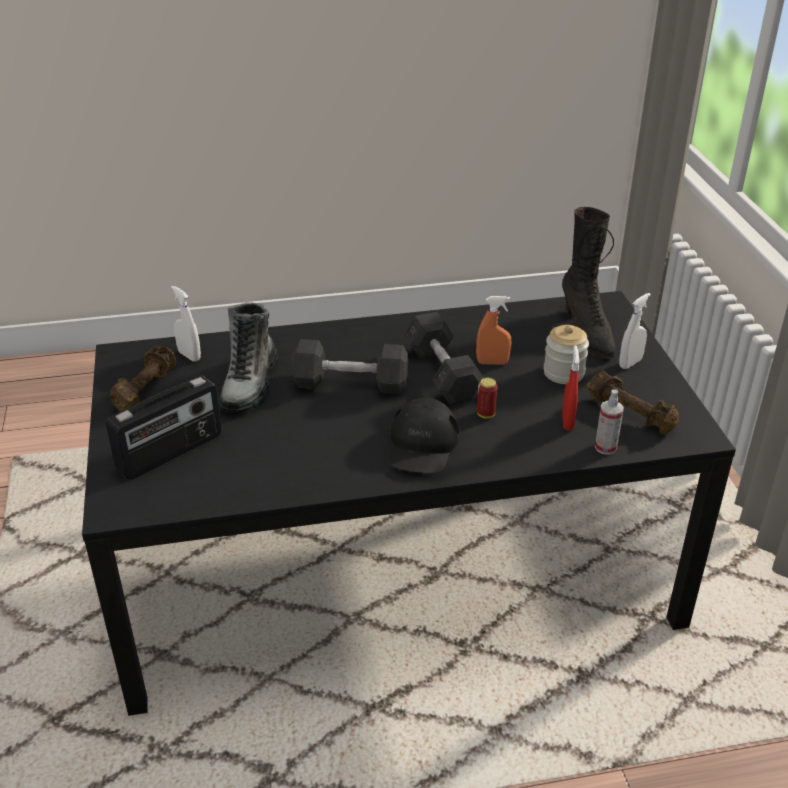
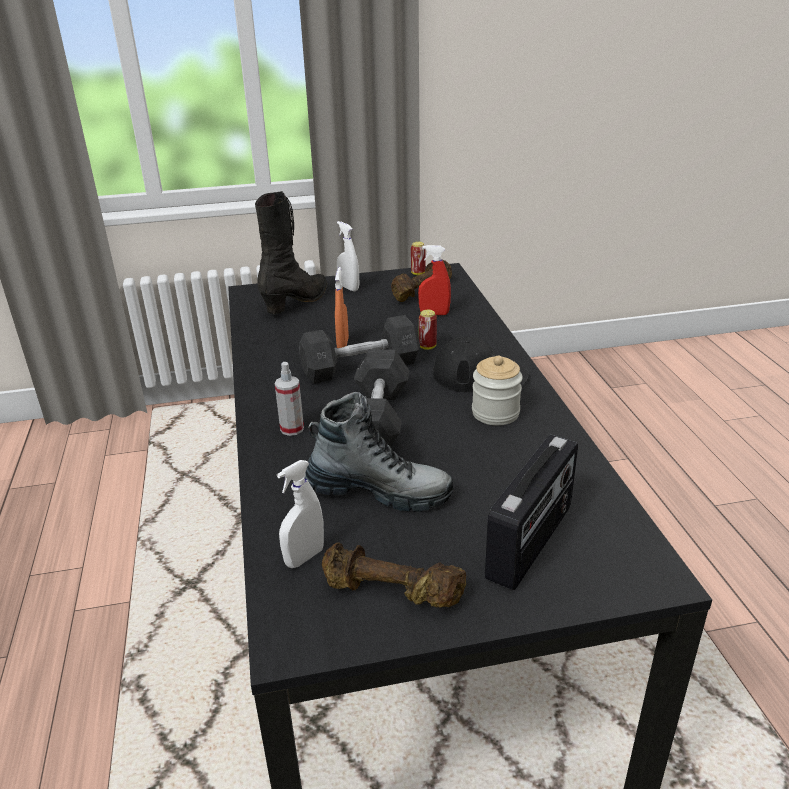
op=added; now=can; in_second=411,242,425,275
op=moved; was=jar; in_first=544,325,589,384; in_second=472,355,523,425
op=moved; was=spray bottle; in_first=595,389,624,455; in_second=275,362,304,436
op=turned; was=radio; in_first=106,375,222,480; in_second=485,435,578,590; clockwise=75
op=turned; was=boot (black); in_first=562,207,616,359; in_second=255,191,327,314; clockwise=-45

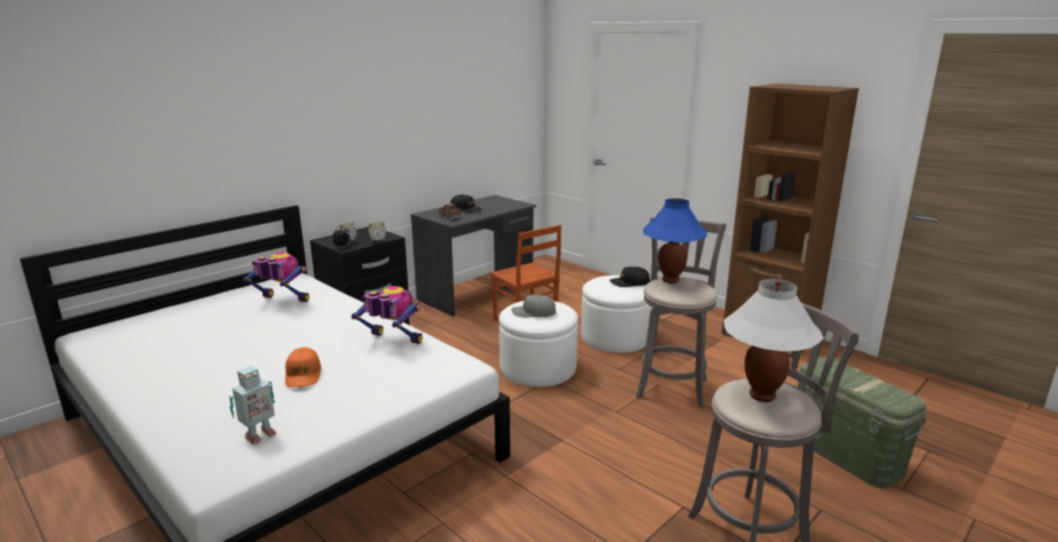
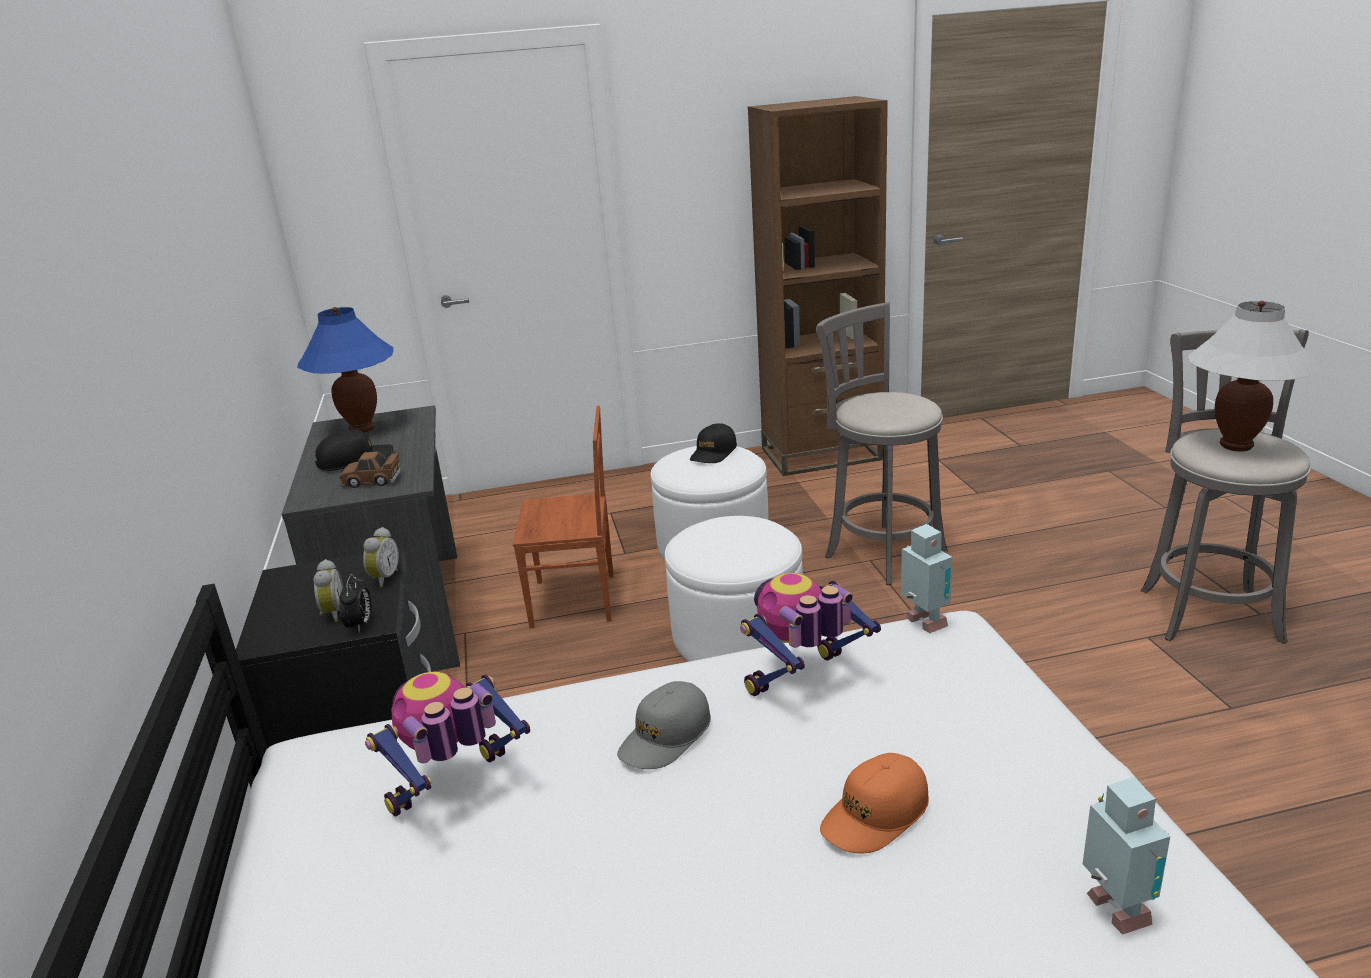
op=removed; was=storage box (green); in_first=797,357,927,489
op=added; now=toy robot; in_second=901,524,952,633
op=moved; was=cap (grey); in_first=511,295,556,318; in_second=617,681,711,769
op=moved; was=table lamp (blue); in_first=643,198,708,284; in_second=297,307,393,432
op=turned; was=cap (orange); in_first=285,347,321,388; in_second=820,753,929,853; clockwise=120

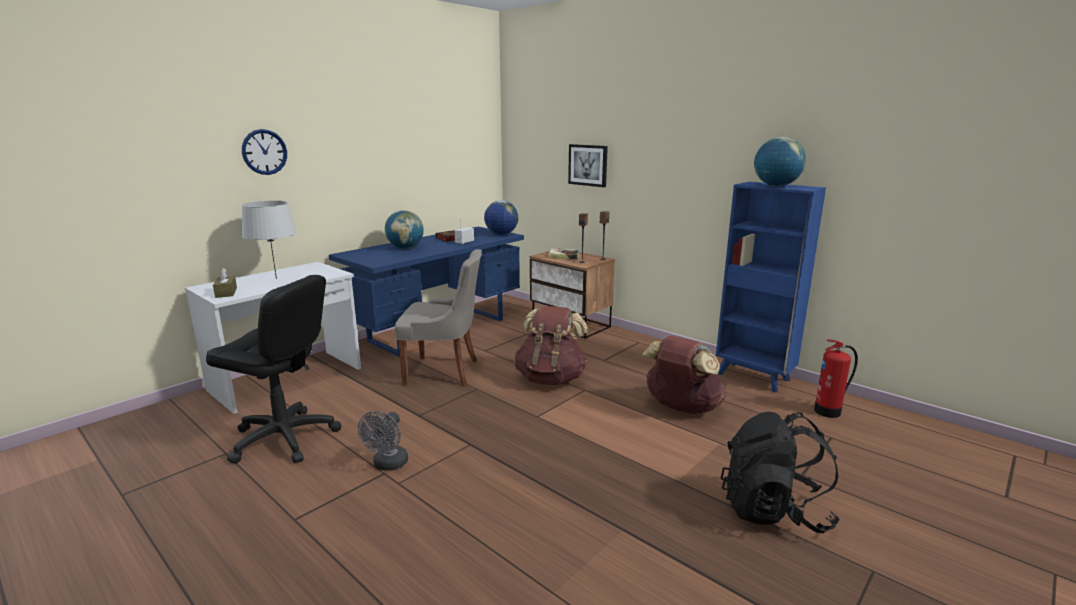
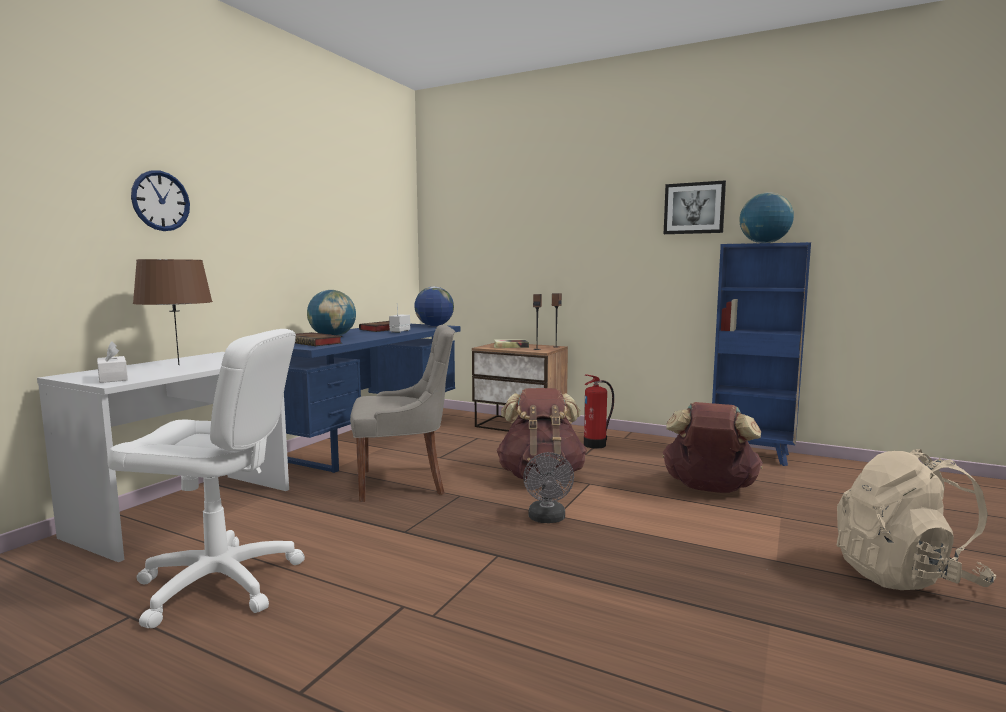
op=added; now=book; in_second=295,332,342,346
op=moved; was=fan (grey); in_first=358,411,408,471; in_second=523,452,574,523
op=moved; was=picture; in_first=568,144,608,187; in_second=664,180,726,234
op=moved; was=fire extinguisher; in_first=814,339,858,418; in_second=584,374,614,449
op=recoloured; was=office chair (black); now=office chair (white); in_first=206,275,341,464; in_second=107,329,305,629
op=recoloured; was=tissue box (brown); now=tissue box (white); in_first=213,268,237,298; in_second=97,341,128,383
op=recoloured; was=table lamp (grey); now=table lamp (brown); in_first=242,201,297,279; in_second=133,259,213,365
op=recoloured; was=backpack (black); now=backpack (beige); in_first=721,412,840,533; in_second=837,449,996,590

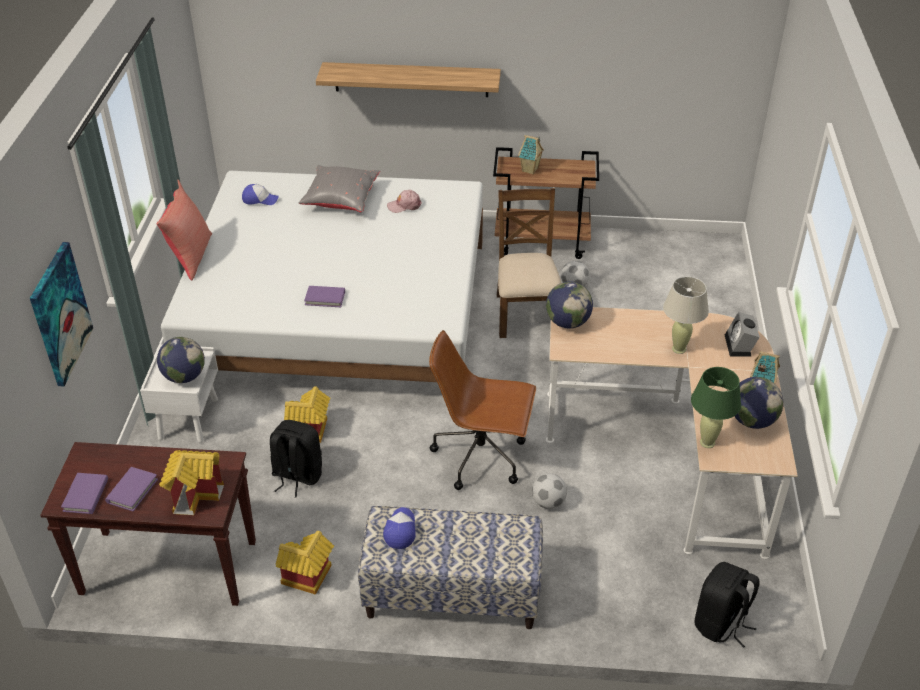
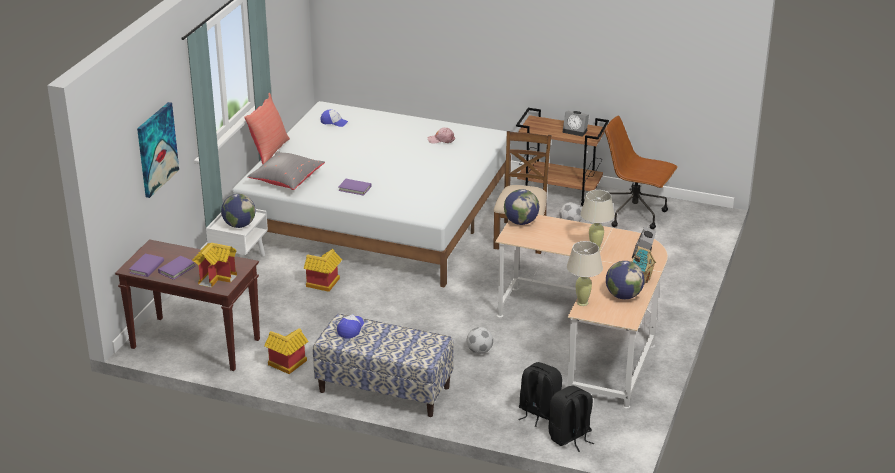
op=removed; was=shelf; in_first=316,62,501,97
op=removed; was=toy house; in_first=518,135,544,175
op=added; now=alarm clock; in_second=562,111,589,137
op=moved; was=backpack (black); in_first=270,420,322,497; in_second=518,362,562,427
op=moved; was=pillow (grey); in_first=299,165,380,212; in_second=248,151,325,190
op=moved; was=office chair (brown); in_first=429,330,536,490; in_second=605,116,678,229
op=recoloured; was=table lamp (green); now=table lamp (beige); in_first=691,367,741,448; in_second=567,241,603,306

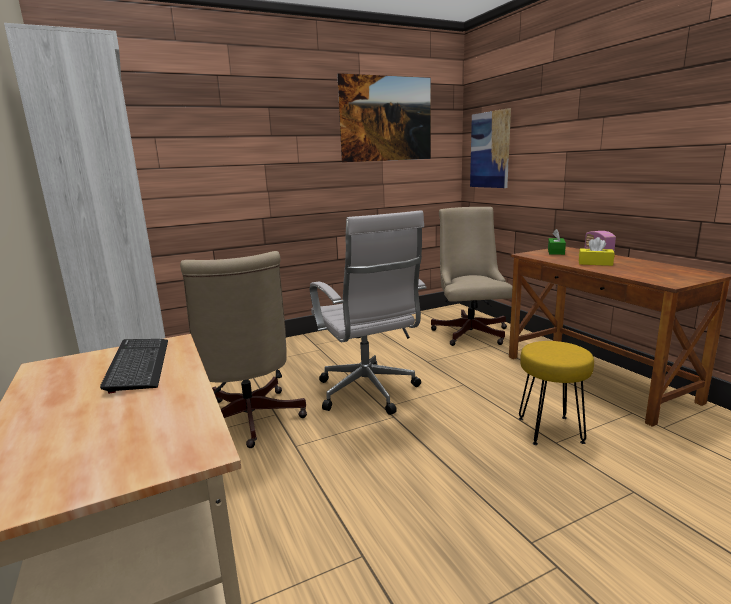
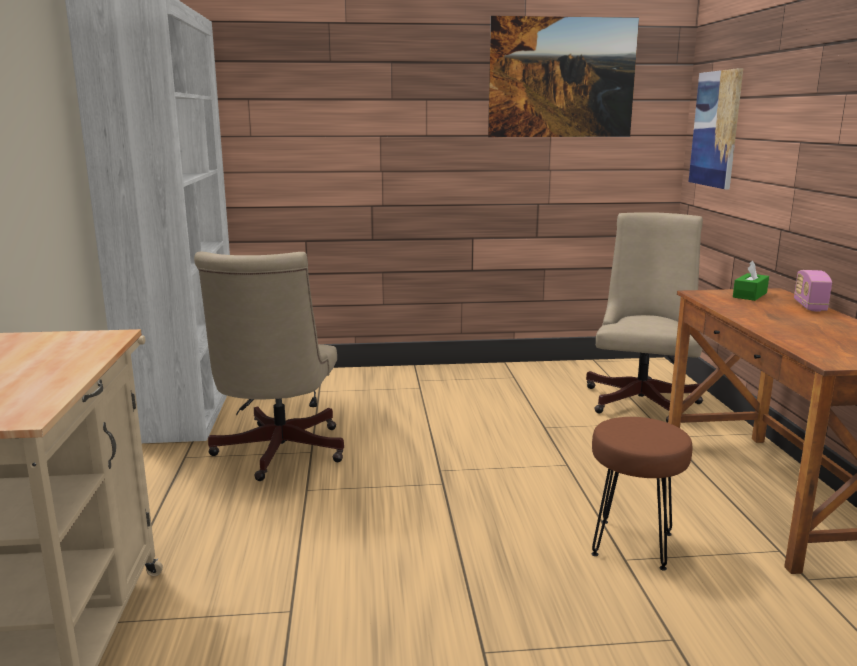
op=removed; was=keyboard; in_first=100,339,168,394
op=removed; was=office chair (white); in_first=310,210,427,415
op=removed; was=tissue box (yellow); in_first=579,237,615,266
op=recoloured; was=stool (yellow); now=stool (brown); in_first=519,341,594,445; in_second=592,417,692,571

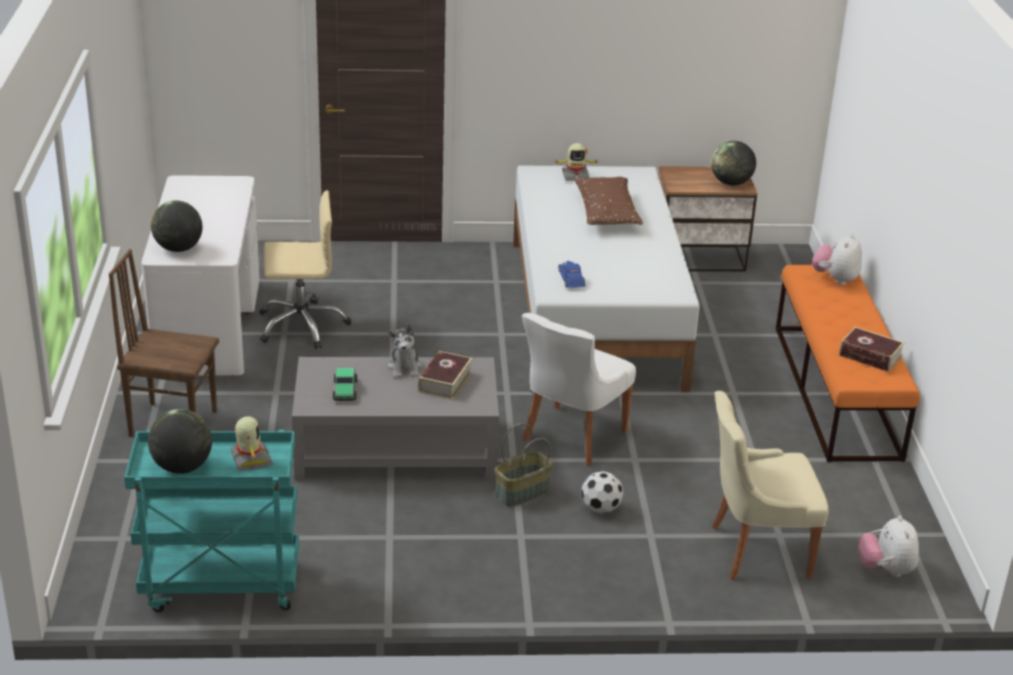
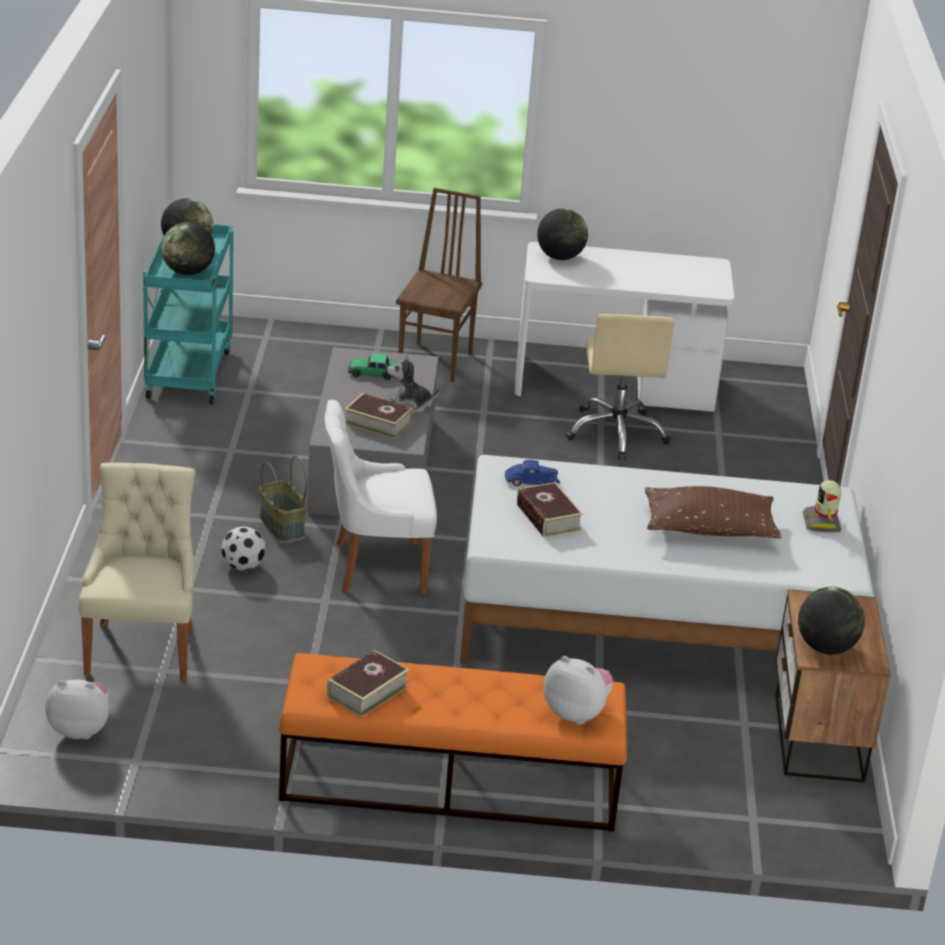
op=added; now=book; in_second=517,482,583,537
op=replaced; was=toy robot; now=globe; in_first=231,416,273,471; in_second=161,222,215,275
op=turned; was=chair (white); in_first=522,313,636,466; in_second=325,400,437,594; clockwise=-45

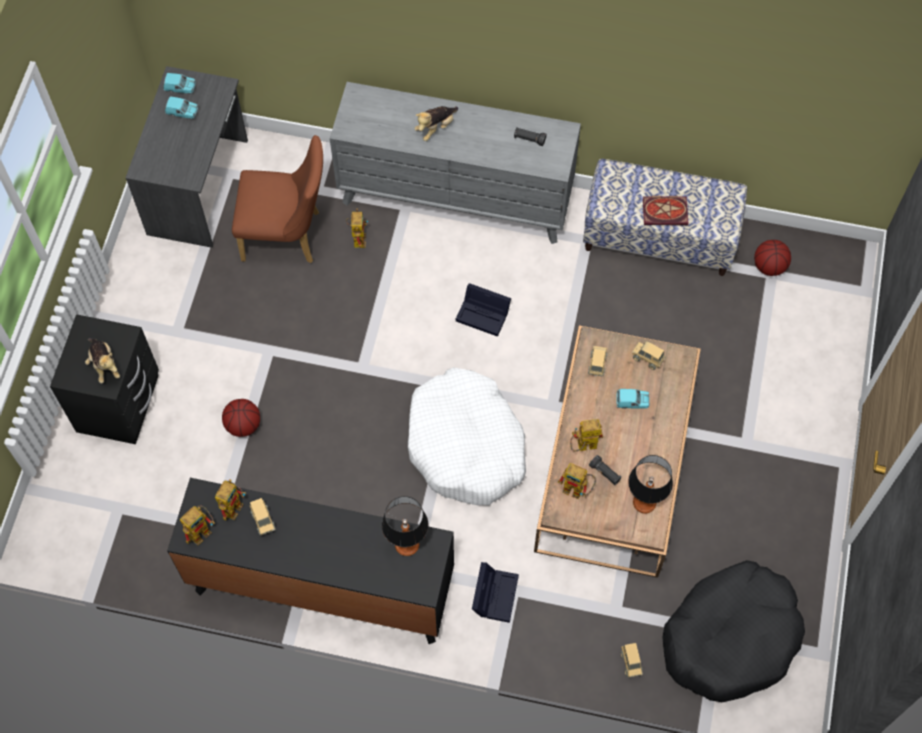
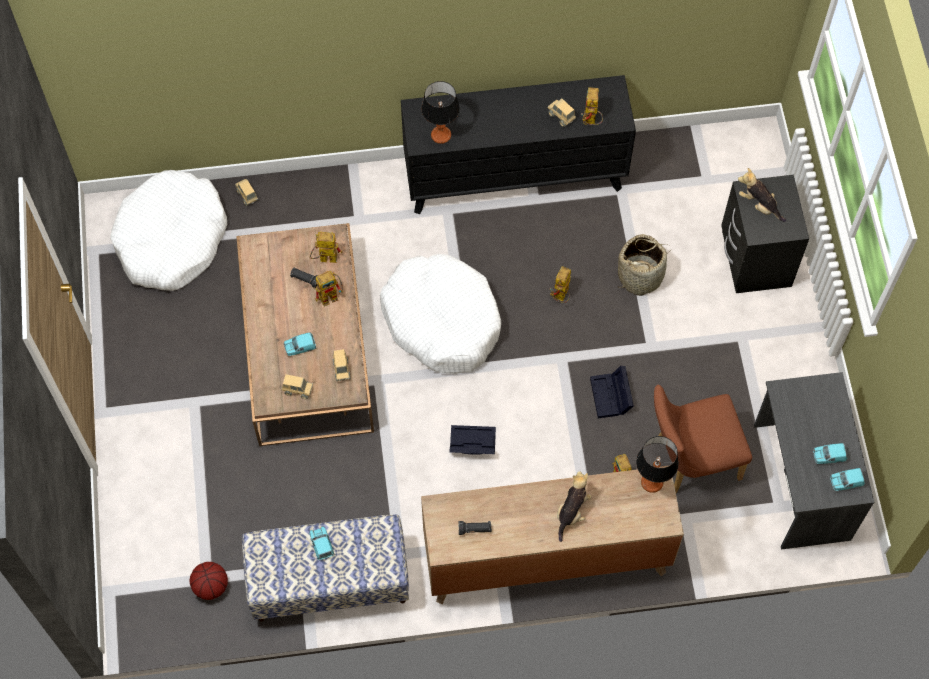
op=moved; was=toy robot; in_first=180,505,215,546; in_second=550,266,571,303
op=moved; was=storage box (black); in_first=472,562,519,623; in_second=590,366,634,418
op=moved; was=table lamp; in_first=628,455,673,514; in_second=636,436,679,493
op=replaced; was=basketball; now=basket; in_first=222,399,260,437; in_second=618,234,671,296
op=replaced; was=book; now=toy car (turquoise); in_first=643,196,688,225; in_second=309,526,334,560
op=recoloured; was=dresser (grey); now=dresser (brown); in_first=330,82,581,244; in_second=421,465,684,604
op=recoloured; was=dog bed (black); now=dog bed (white); in_first=662,560,805,702; in_second=110,170,227,291

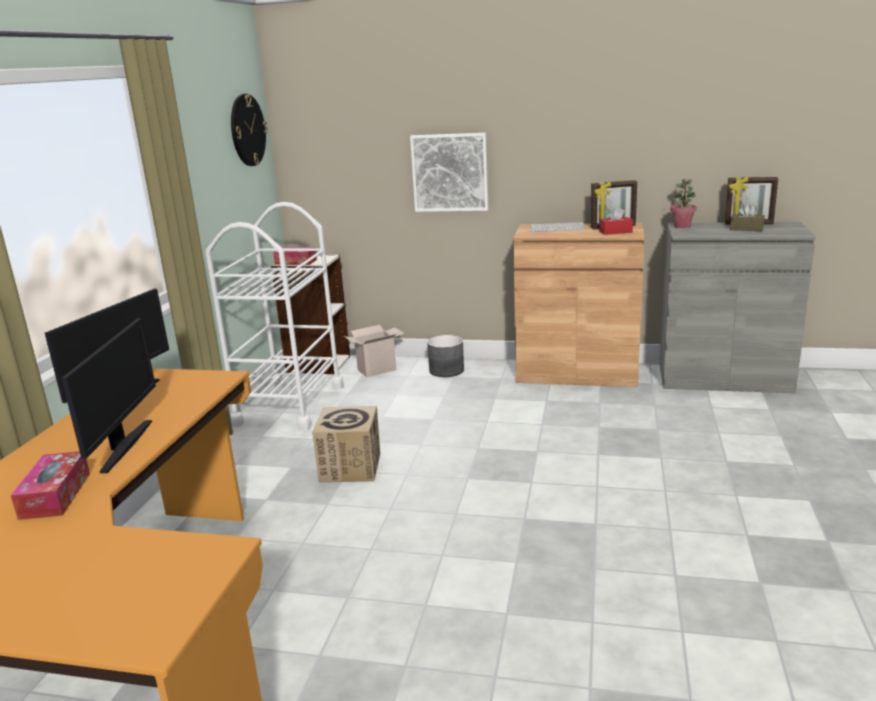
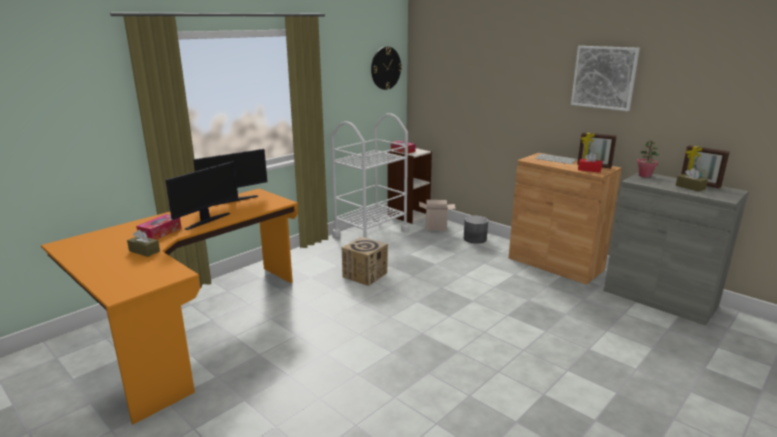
op=added; now=tissue box (brown); in_second=127,229,160,257
op=moved; was=picture; in_first=410,133,489,212; in_second=571,46,640,111

